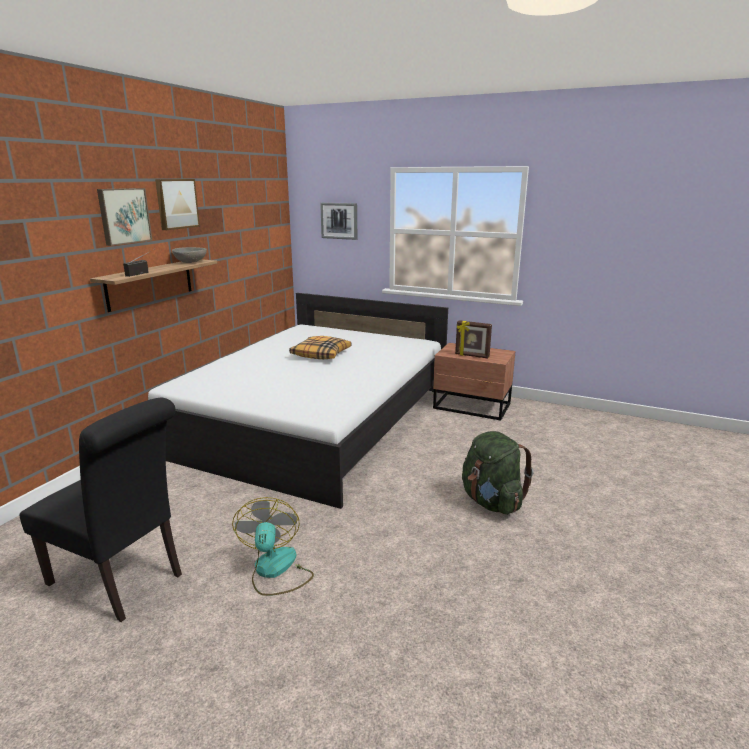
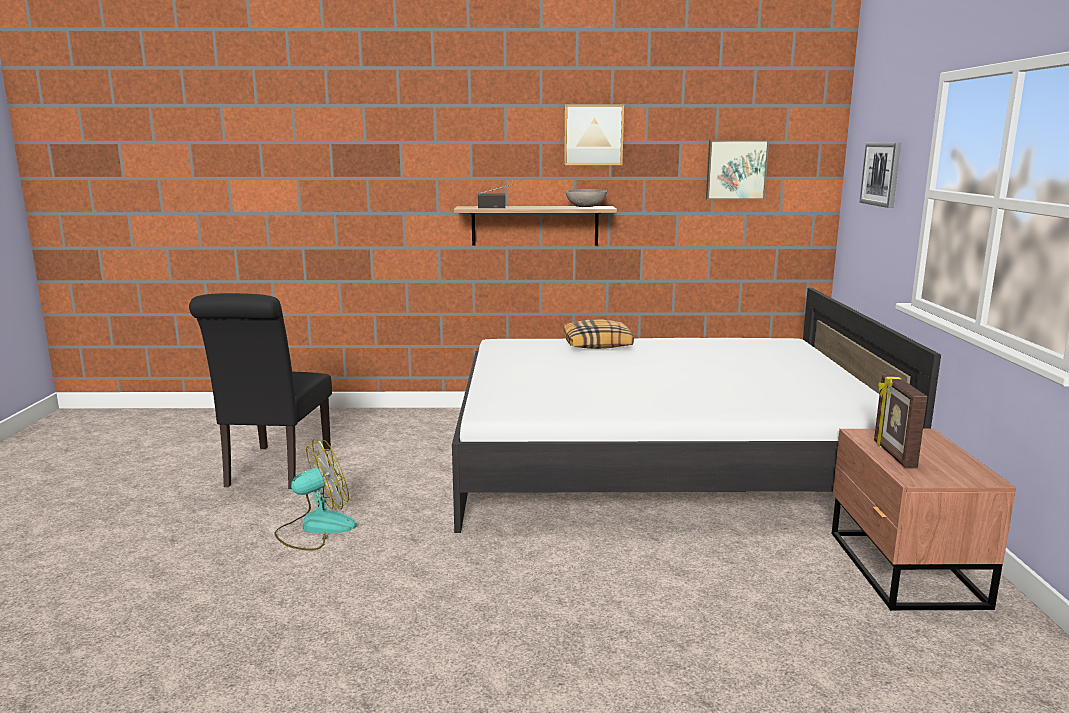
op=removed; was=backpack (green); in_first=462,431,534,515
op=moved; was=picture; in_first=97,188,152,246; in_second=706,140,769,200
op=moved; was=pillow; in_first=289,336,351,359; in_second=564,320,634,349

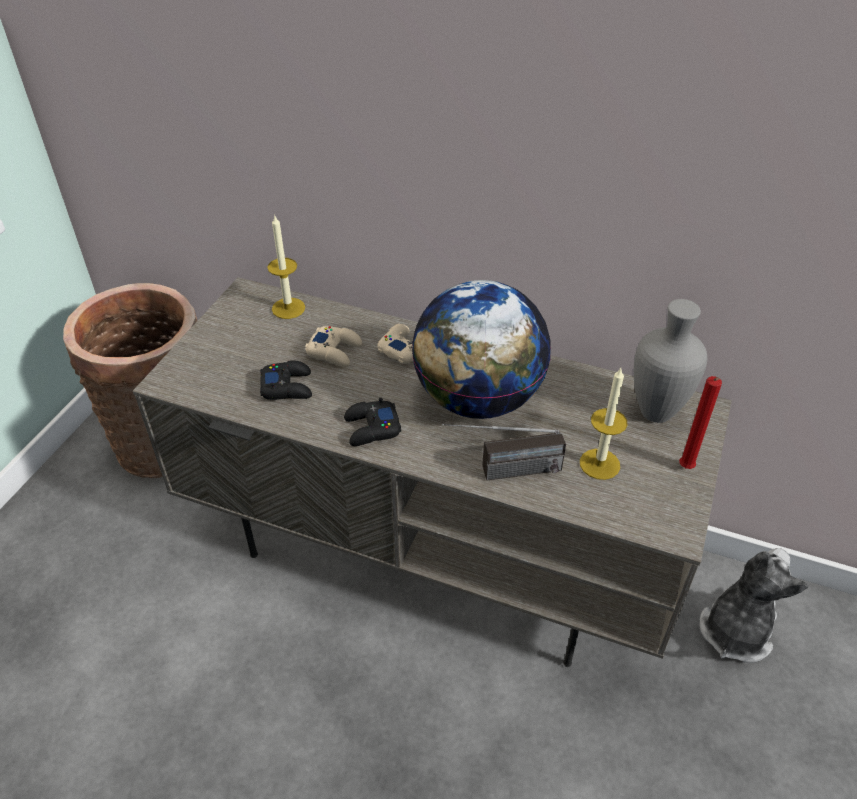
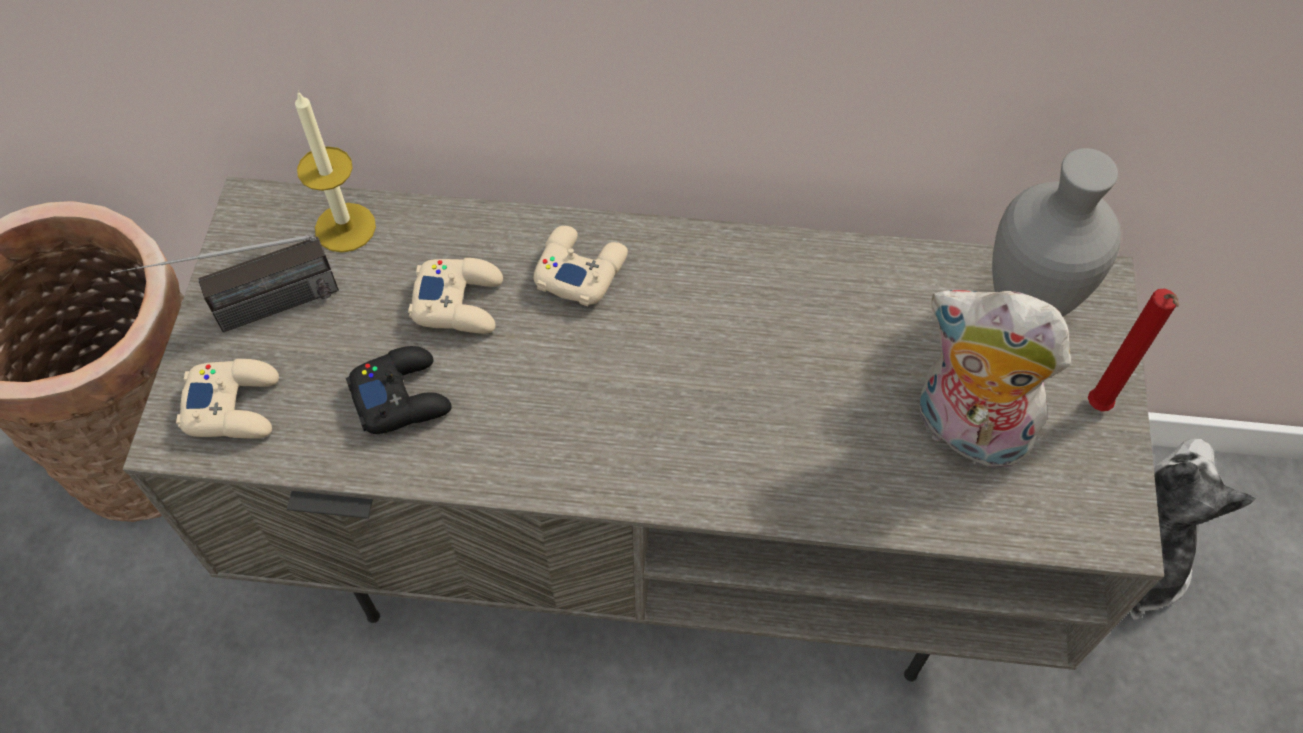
op=removed; was=game controller (black); in_first=344,398,401,446
op=removed; was=globe; in_first=412,280,551,419
op=added; now=game controller (beige); in_second=176,359,279,439
op=moved; was=radio; in_first=442,424,566,480; in_second=111,234,339,332
op=replaced; was=candle; now=plush toy; in_first=580,368,628,480; in_second=919,290,1071,471

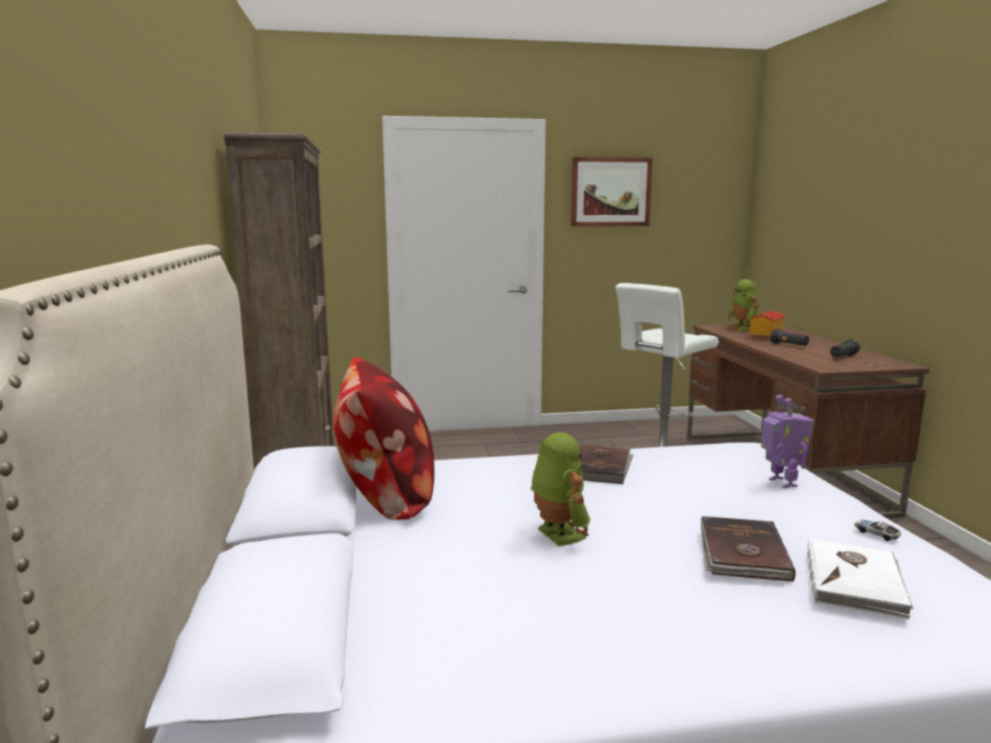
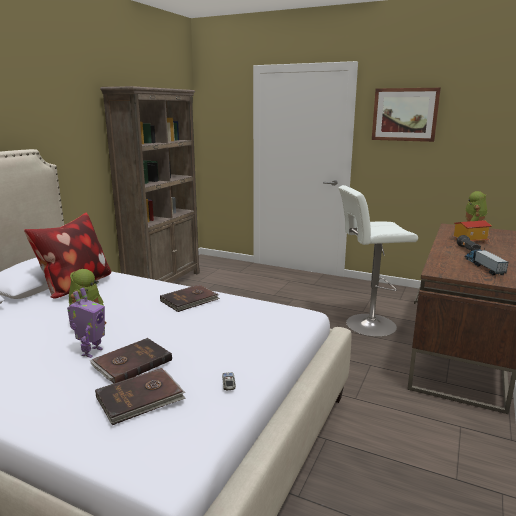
op=moved; was=toy robot; in_first=761,395,814,488; in_second=67,288,105,358
op=replaced; was=flashlight (black); now=toy truck; in_first=830,339,860,358; in_second=465,249,508,275
op=recoloured; was=book (white); now=book (brown); in_first=807,539,913,619; in_second=95,368,186,425

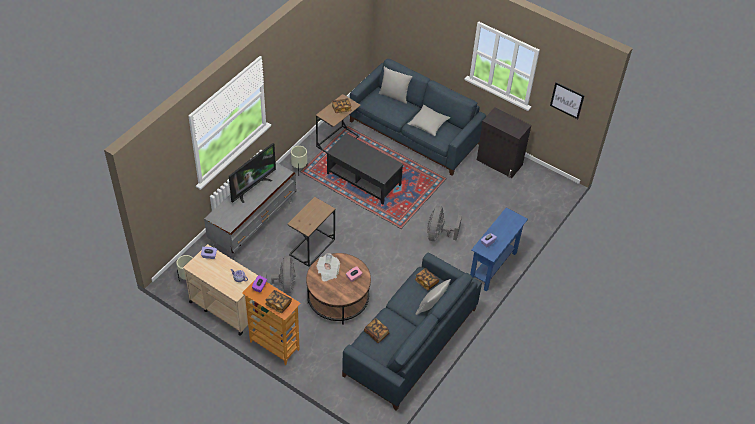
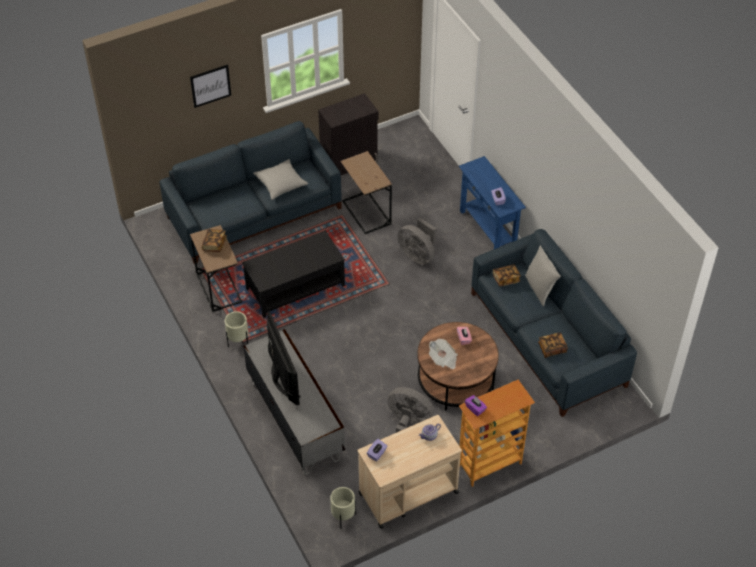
op=removed; was=book; in_first=265,290,292,313
op=removed; was=pillow (grey); in_first=379,67,413,104
op=moved; was=side table (brown); in_first=287,197,335,267; in_second=341,151,392,234
op=moved; was=picture; in_first=550,82,584,119; in_second=190,64,231,108

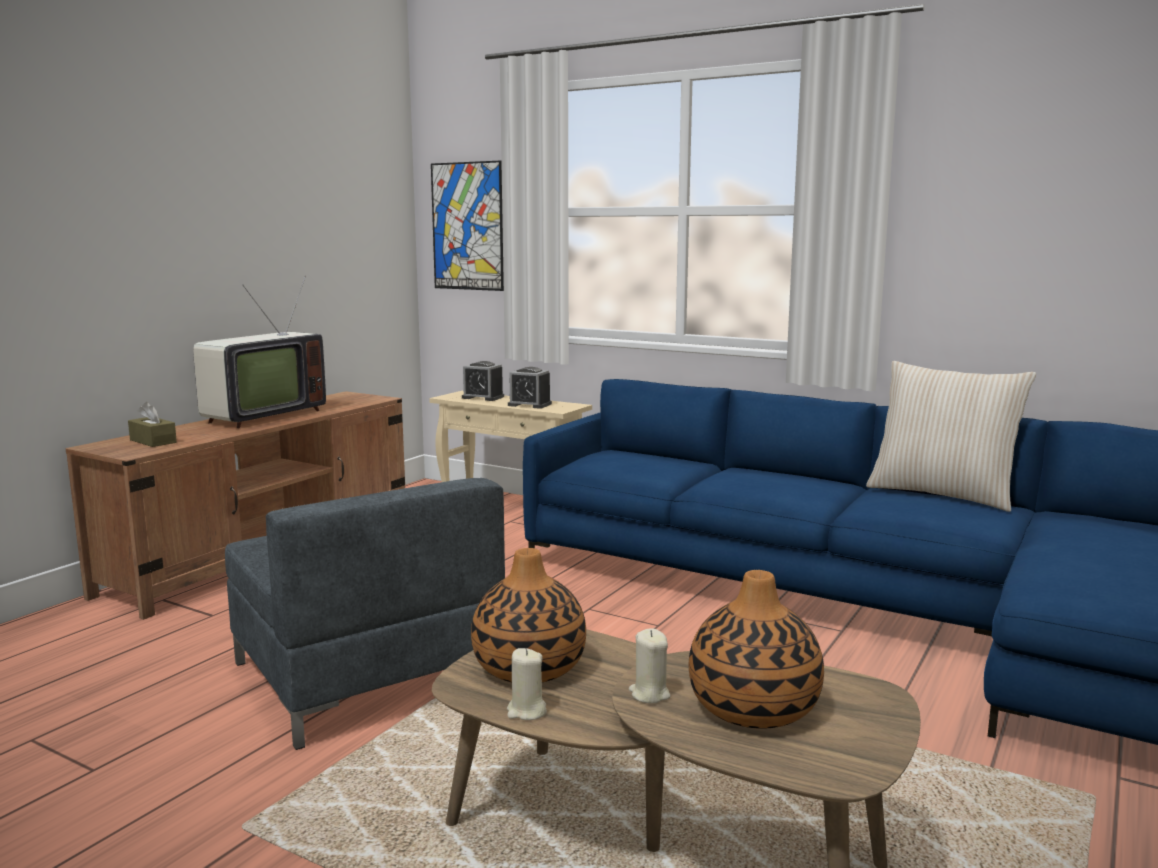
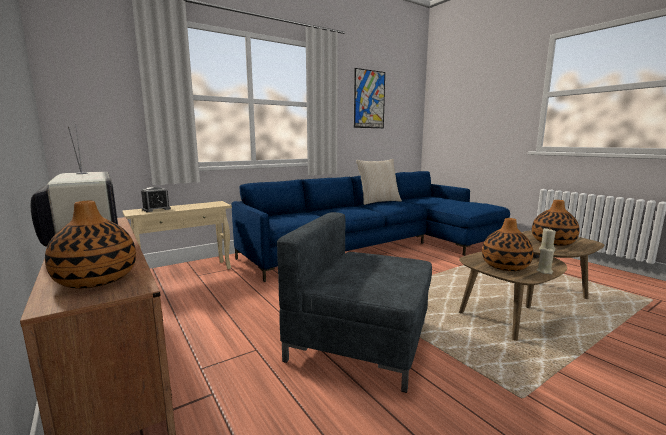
op=removed; was=alarm clock; in_first=508,367,552,409
op=moved; was=picture; in_first=431,160,504,291; in_second=354,68,385,128
op=replaced; was=tissue box (brown); now=vase; in_first=128,402,177,447; in_second=45,201,136,289
op=turned; was=armchair (grey); in_first=225,478,505,750; in_second=277,212,432,393; clockwise=-150

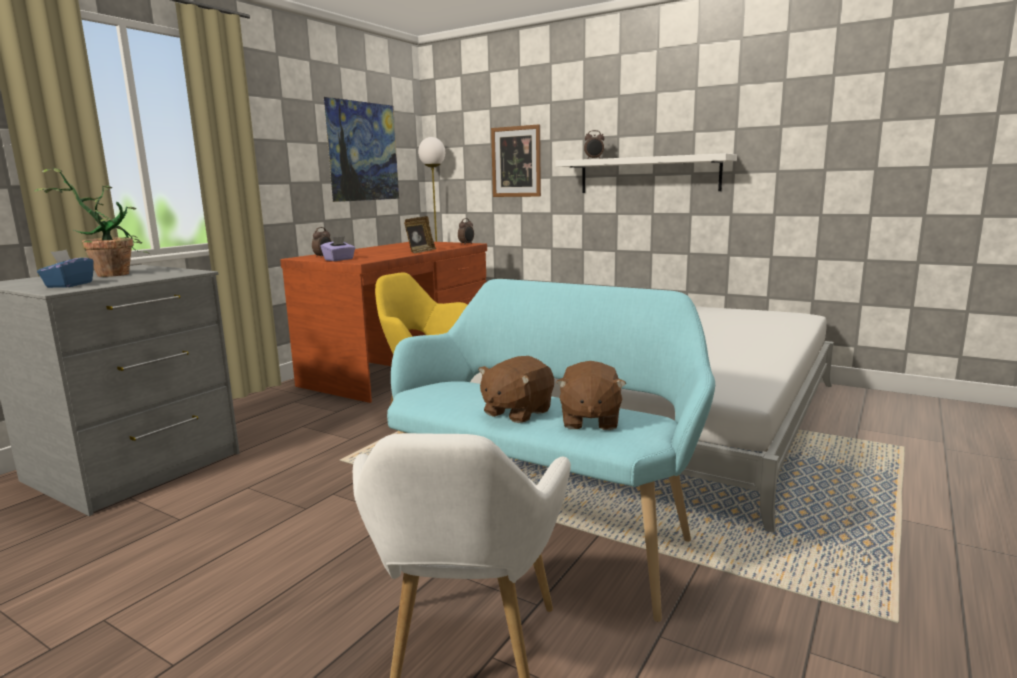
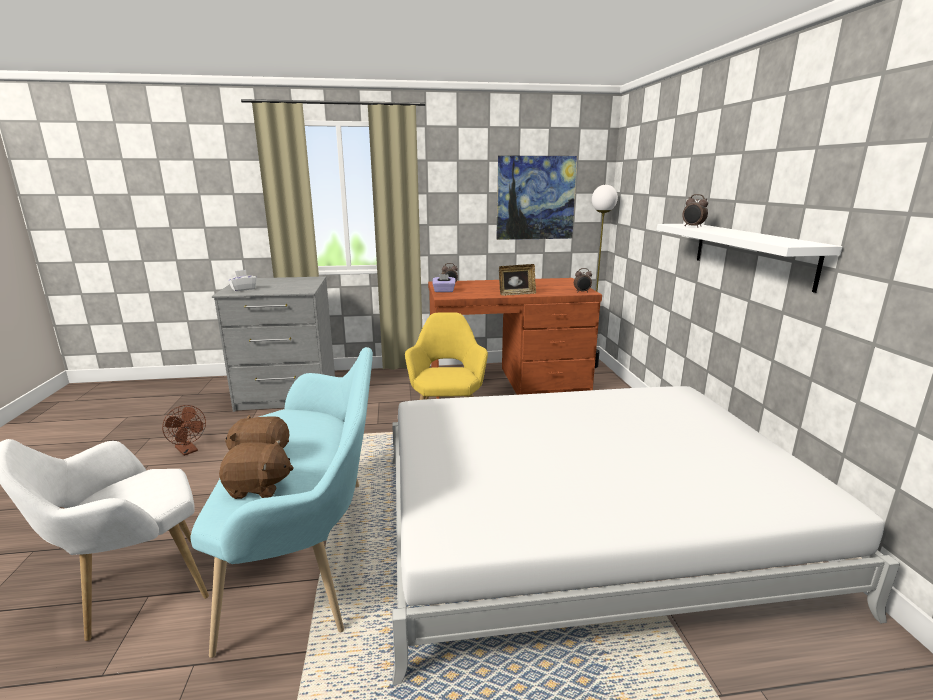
op=removed; was=potted plant; in_first=34,168,149,277
op=removed; was=picture; in_first=491,124,541,197
op=added; now=fan (brown); in_second=162,405,206,456
op=recoloured; was=tissue box (blue); now=tissue box (white); in_first=37,250,94,288; in_second=228,270,257,291
op=turned; was=plush toy (brown); in_first=556,361,626,430; in_second=219,439,294,499; clockwise=-150

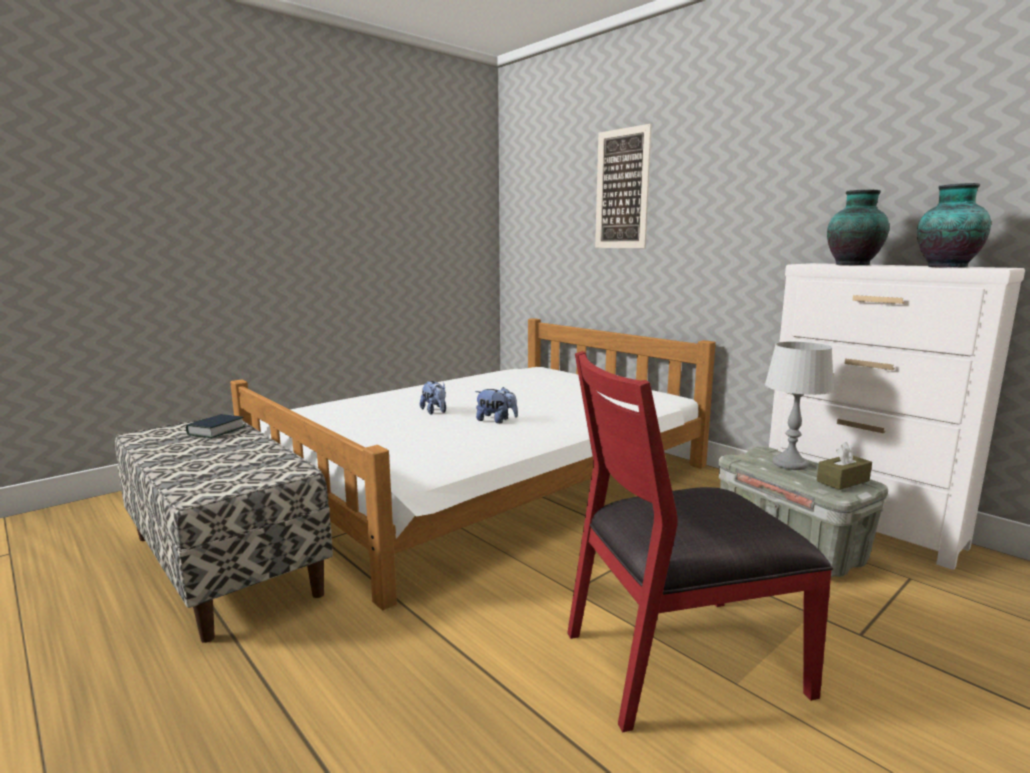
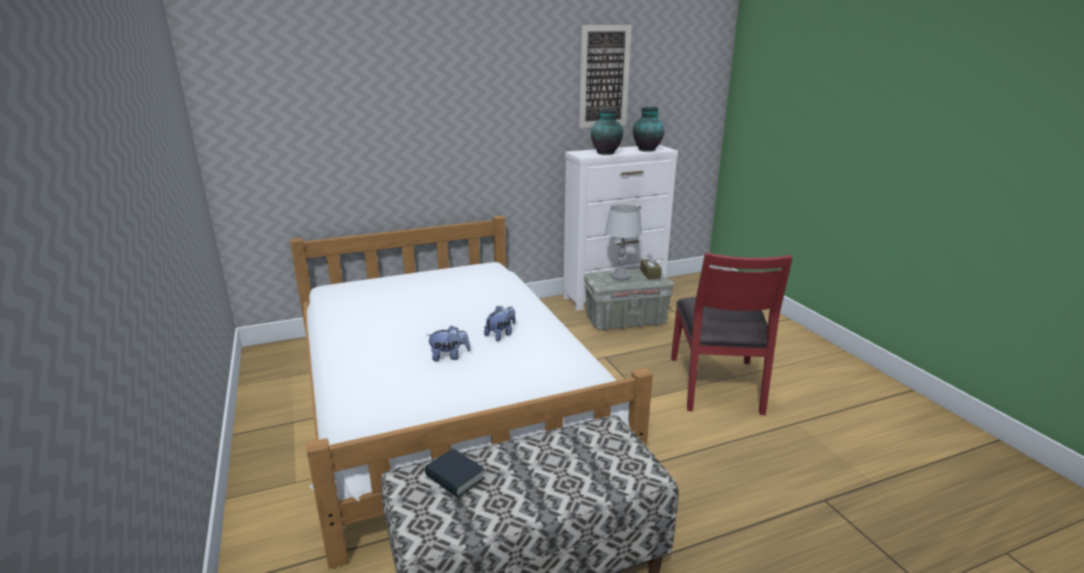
op=moved; was=picture; in_first=595,124,652,248; in_second=579,25,632,128

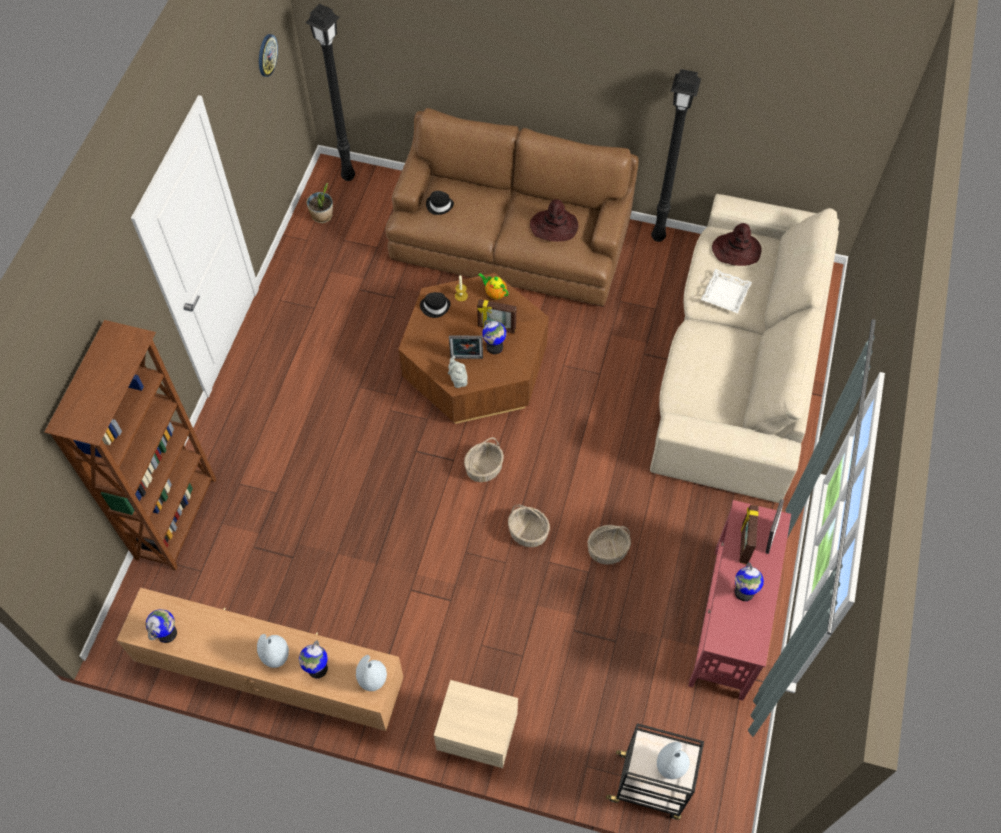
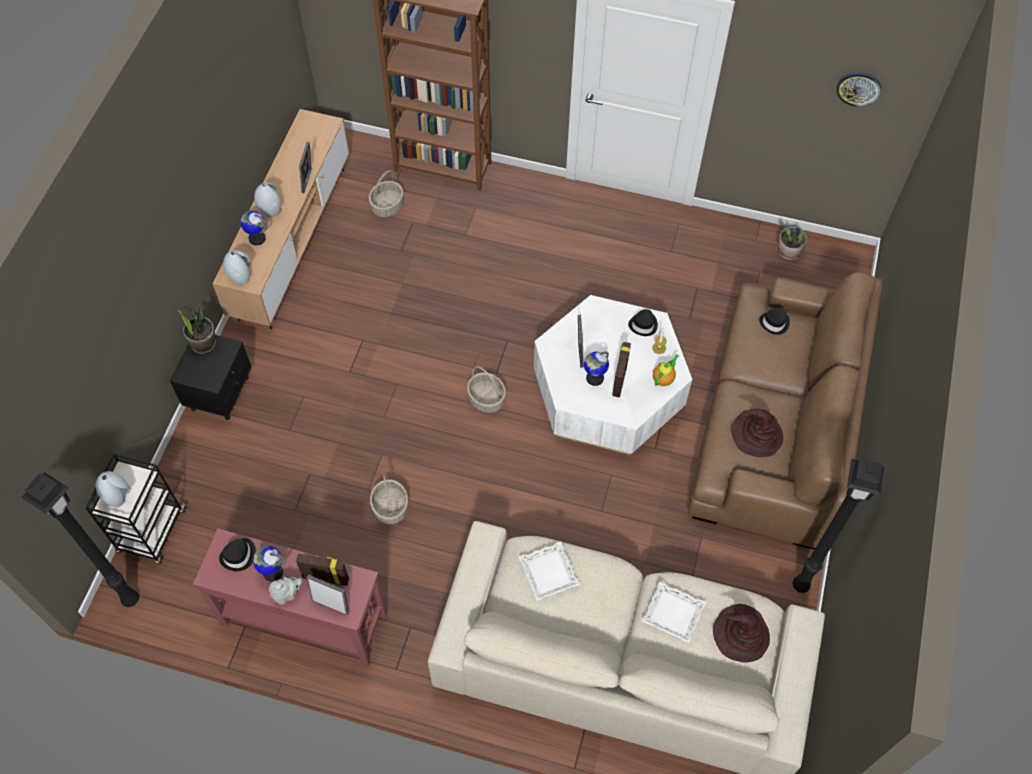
op=removed; was=globe; in_first=146,609,177,643
op=added; now=potted plant; in_second=178,302,216,354
op=added; now=hat (black); in_second=219,538,256,571
op=added; now=picture frame; in_second=299,141,312,193
op=added; now=tray (white); in_second=519,541,580,601
op=moved; was=floor lamp (black); in_first=306,4,355,181; in_second=21,472,139,607
op=moved; was=teapot (grey); in_first=448,356,468,388; in_second=269,577,303,605
op=moved; was=basket; in_first=508,504,550,547; in_second=369,170,403,217
op=recoloured; was=coffee table (brown); now=coffee table (white); in_first=398,273,549,424; in_second=534,295,692,455
op=recoloured; was=nightstand (beige); now=nightstand (black); in_first=434,680,518,768; in_second=170,335,252,420

